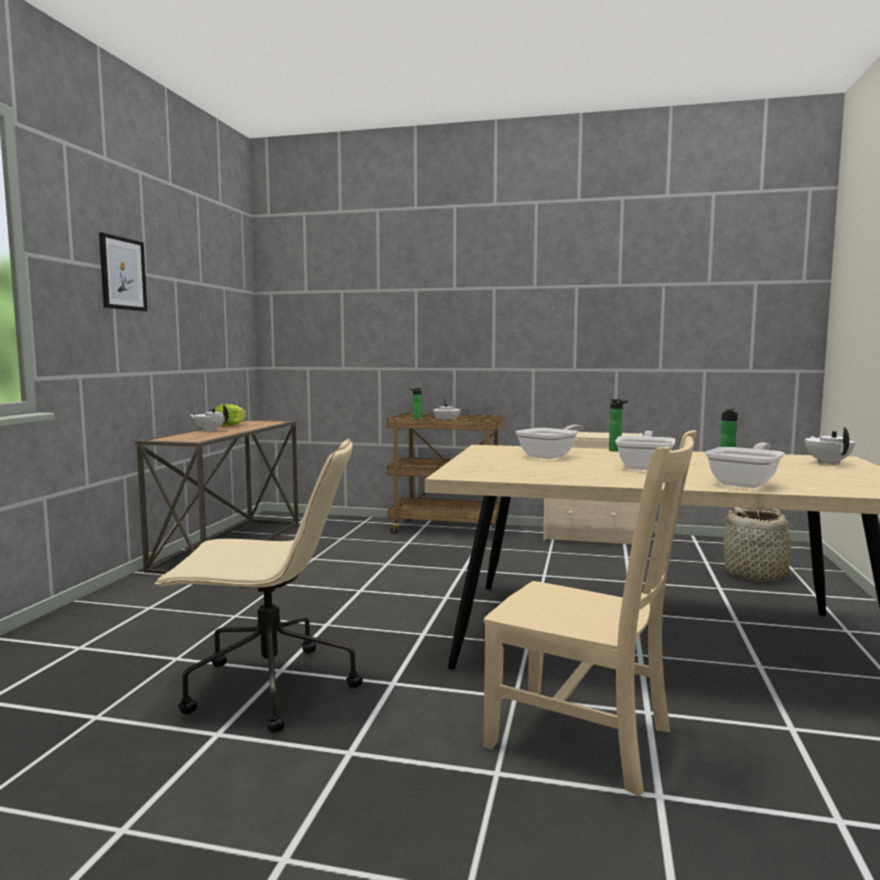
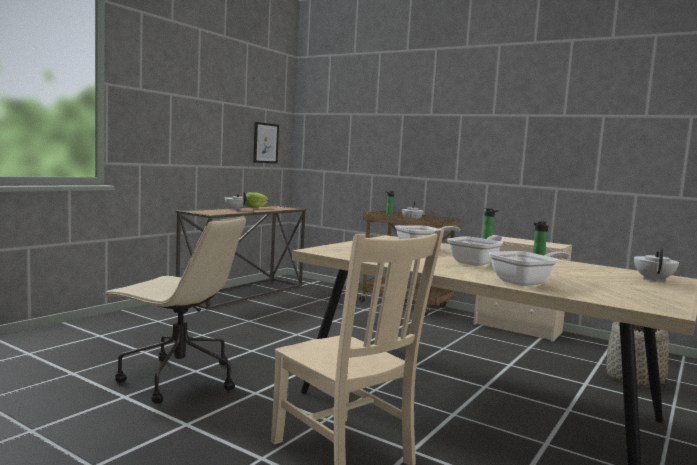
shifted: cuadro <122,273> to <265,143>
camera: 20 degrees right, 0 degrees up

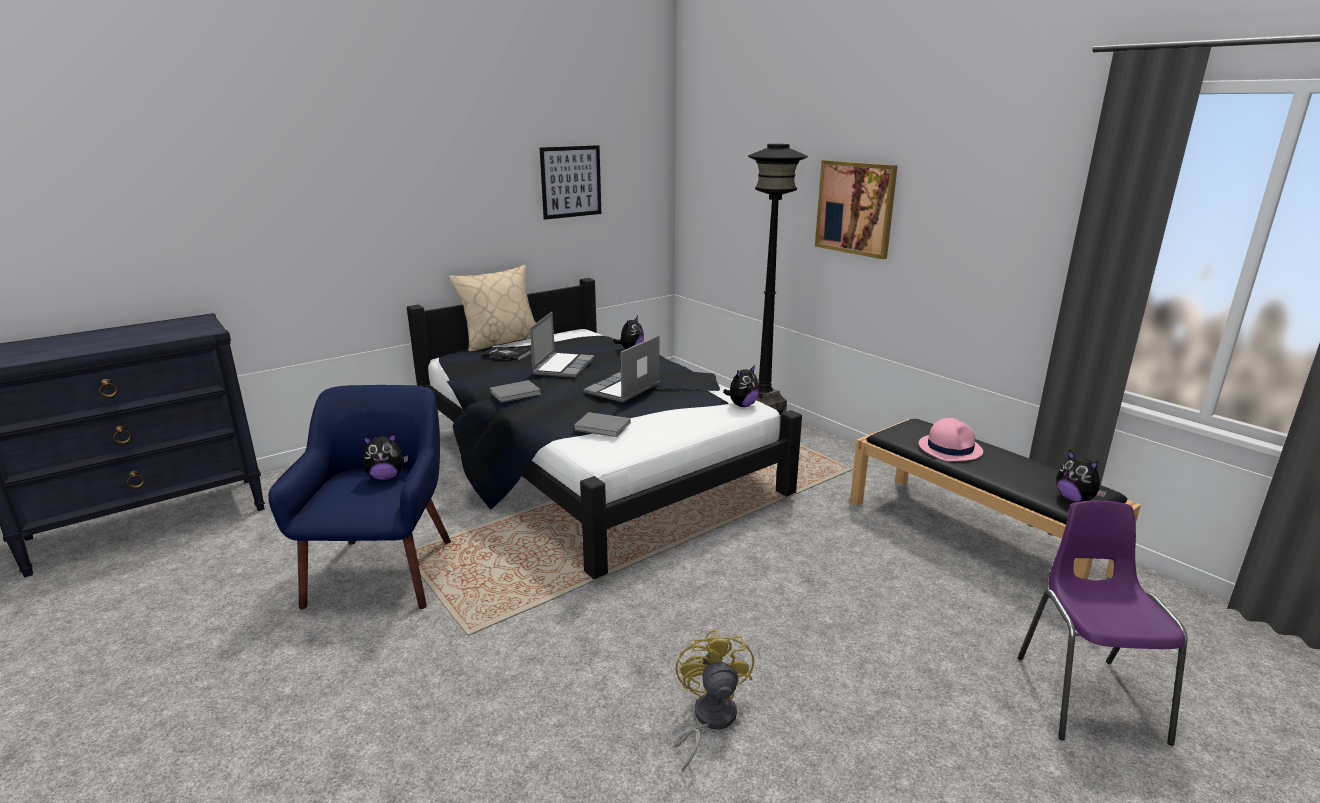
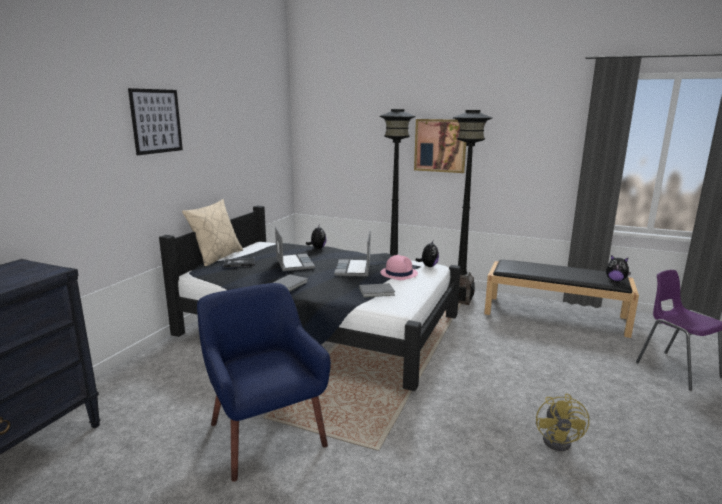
gone: peluche <386,477>
new: lámpara de pie (negro) <460,299>
shifted: cuadro <571,182> to <156,121>; sombrero (rosa) <950,448> to <399,273>
rotated: ventilador (amarillo) <708,720> = <561,440> 135 degrees counterclockwise
camera: 30 degrees left, 5 degrees down

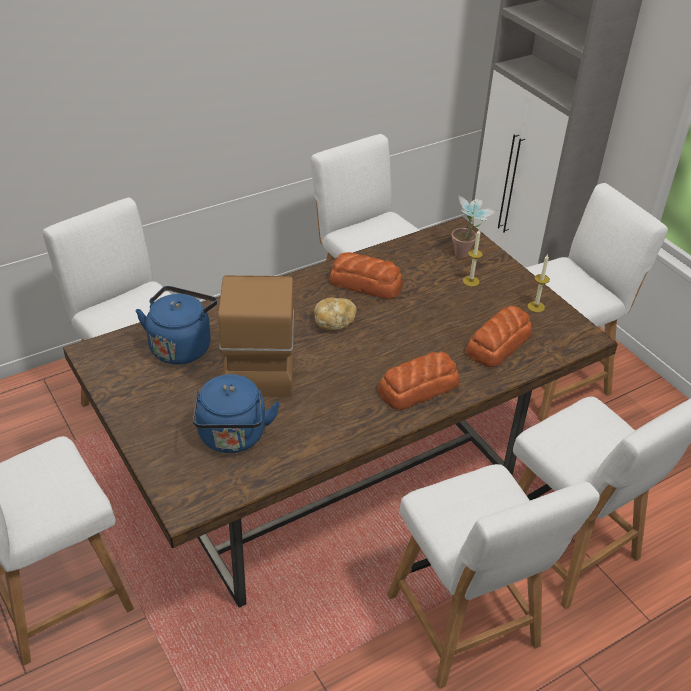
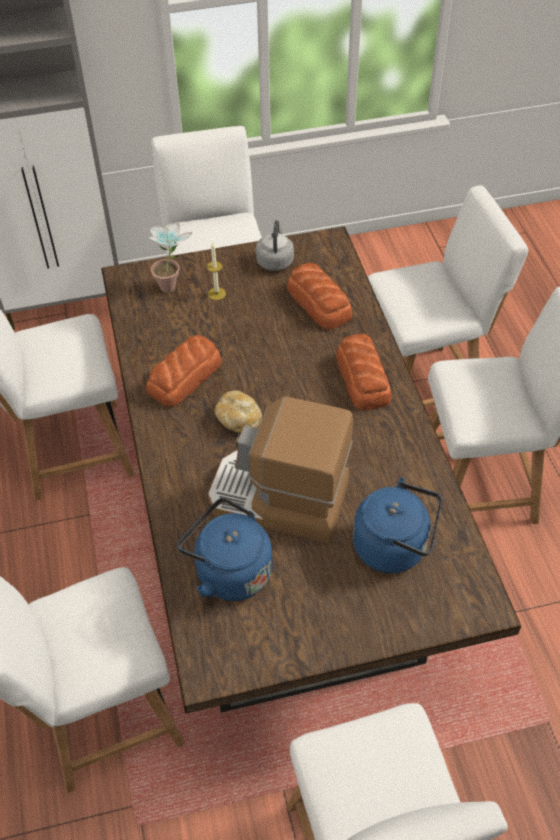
swapped: vela <536,306> to hervidor (gris) <275,260>
camera: 70 degrees left, 10 degrees up

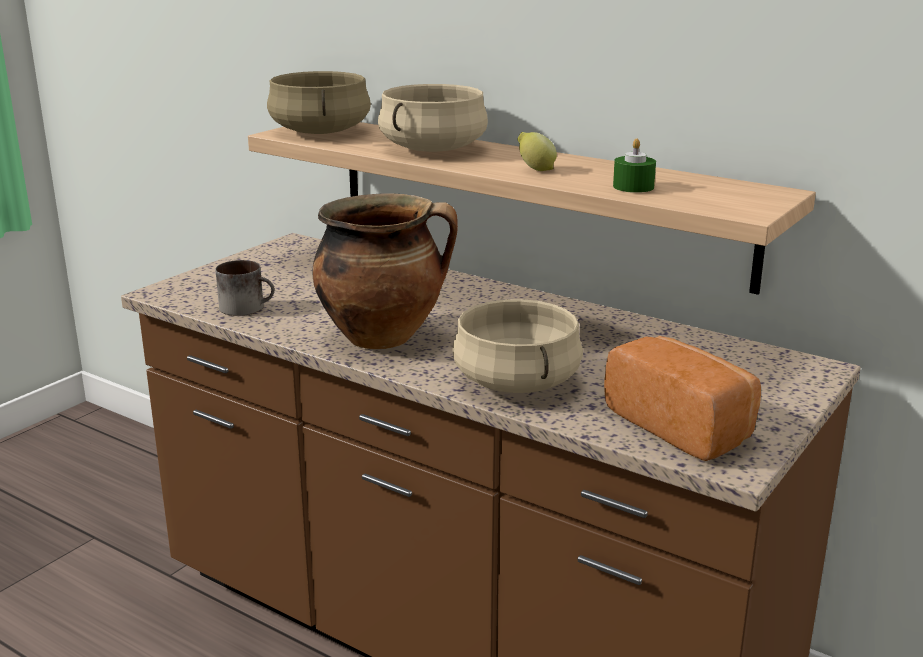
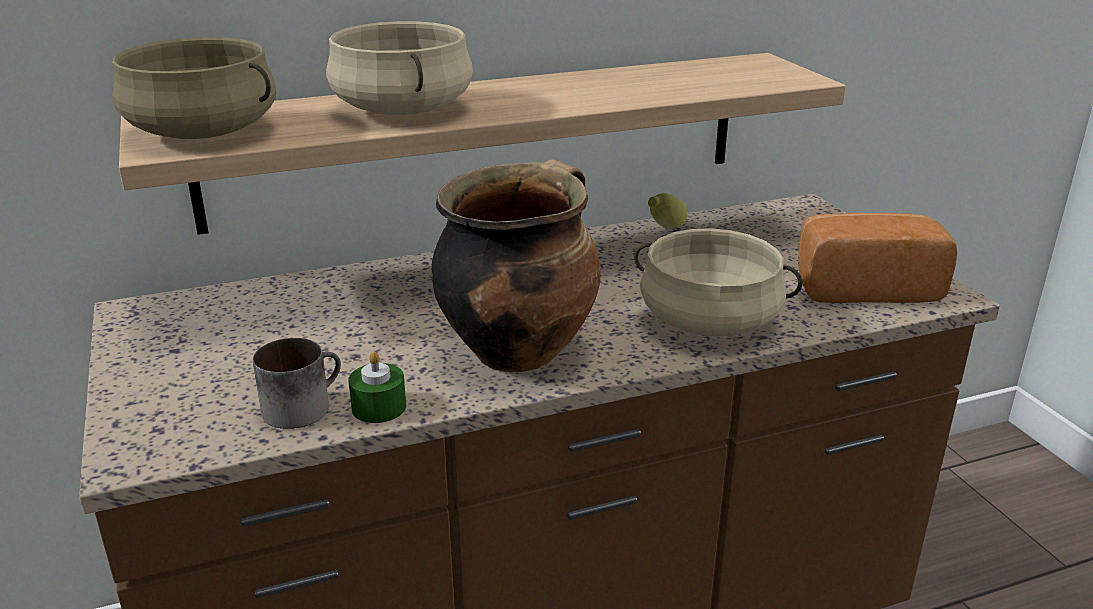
shifted: vela (verde) <633,187> to <379,407>; limón <535,169> to <665,228>
camera: 55 degrees left, 5 degrees up

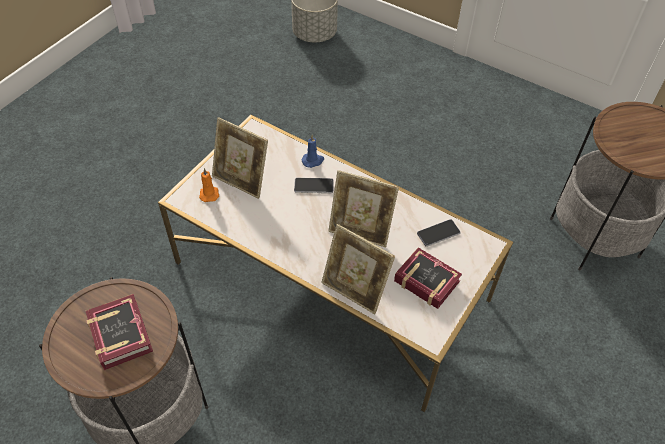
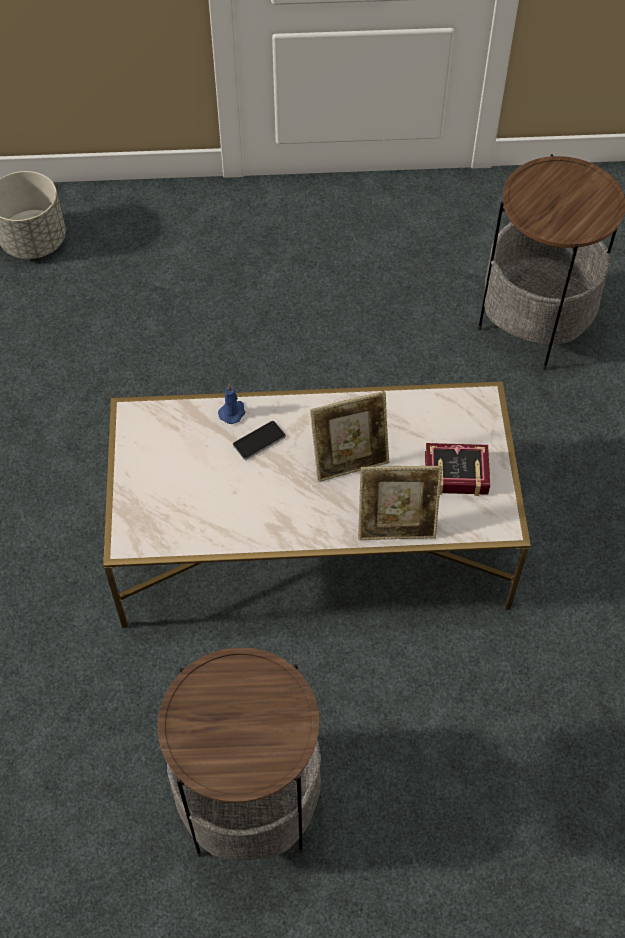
gone: libro <122,332>; vela (naranja) <209,193>; portarretratos <241,180>; móvil <438,233>
camera: 35 degrees left, 5 degrees up

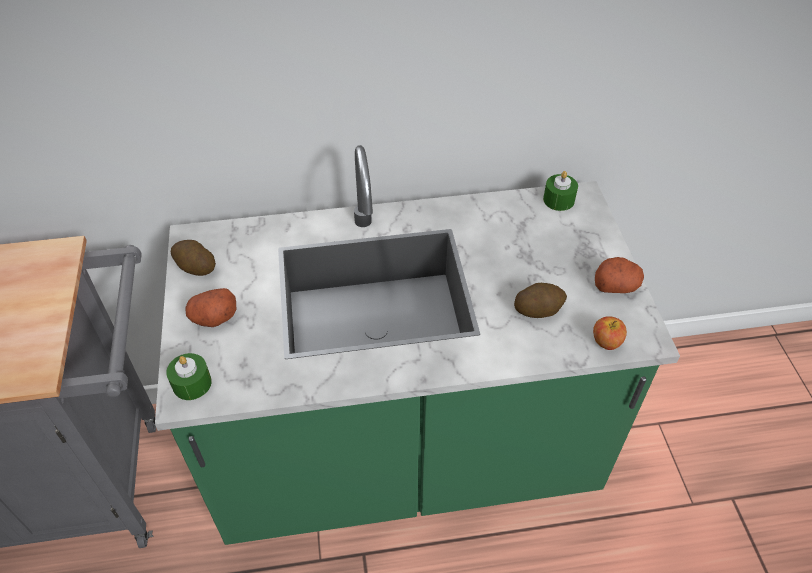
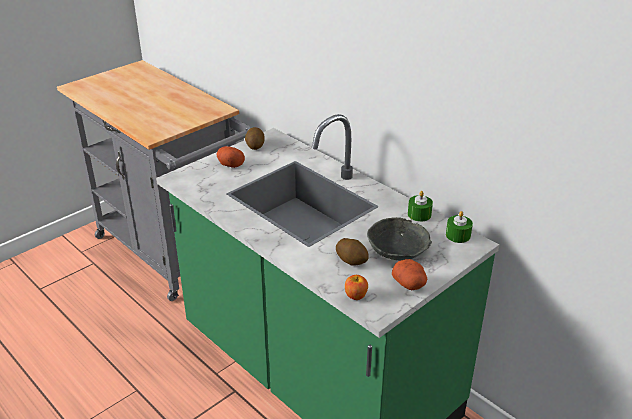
new: cuenco (gris) <398,247>
shifted: vela (verde) <192,383> to <419,214>
camera: 55 degrees right, 15 degrees down

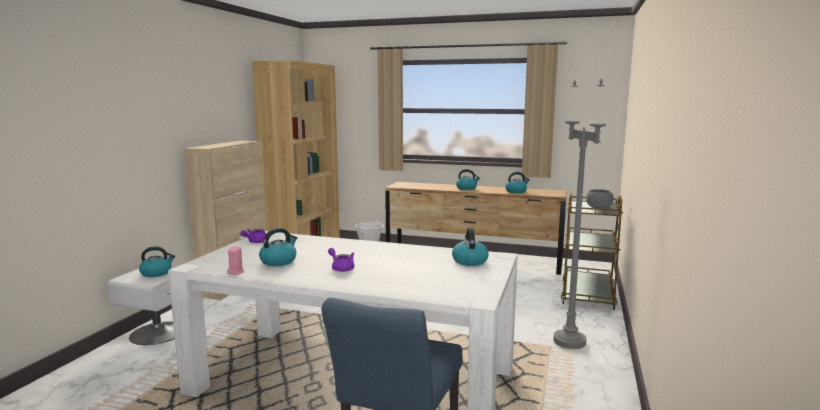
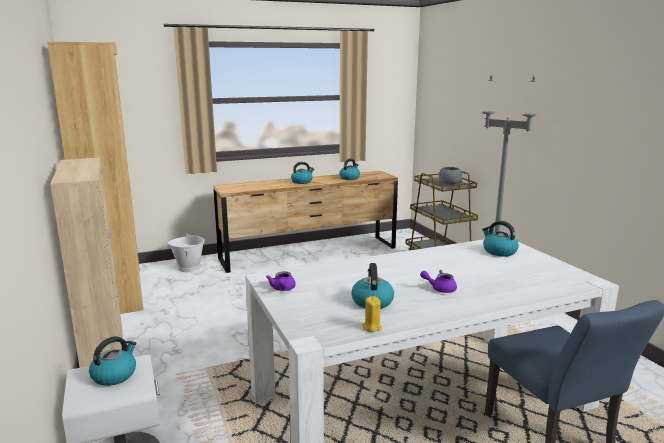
repainted: vela (rosa) <236,272> to vela (amarillo) <371,327>
camera: 40 degrees left, 5 degrees up

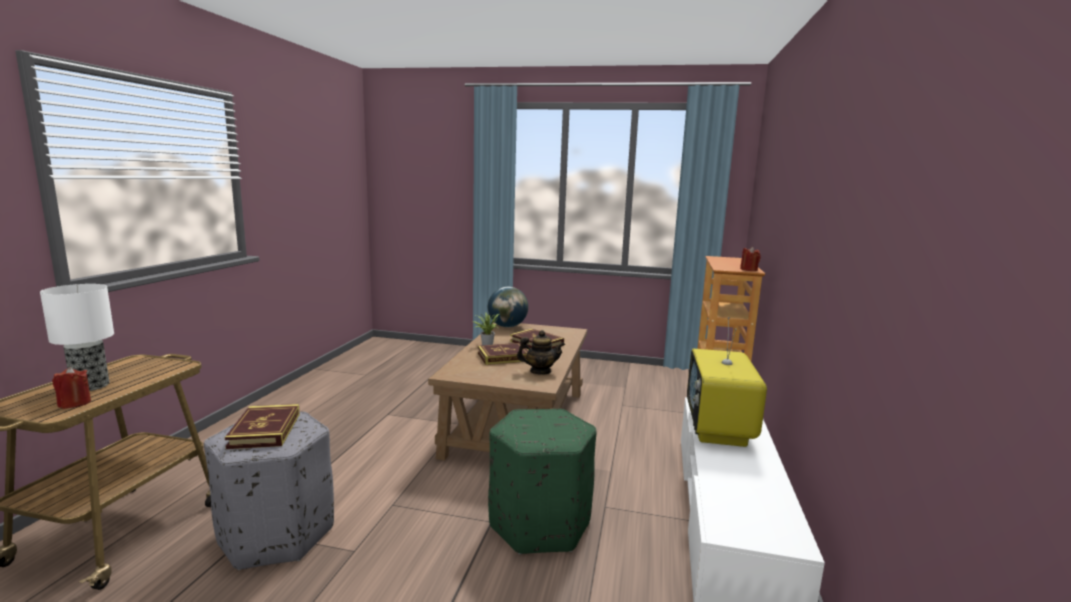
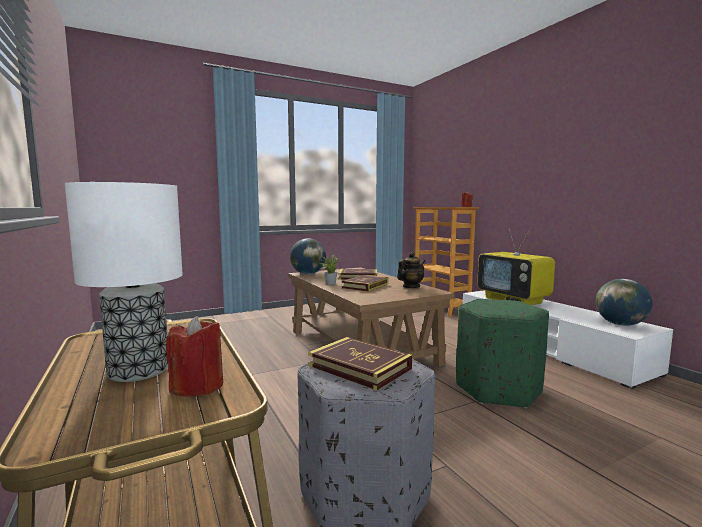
new: globo terráqueo <620,324>
camera: 40 degrees left, 5 degrees down

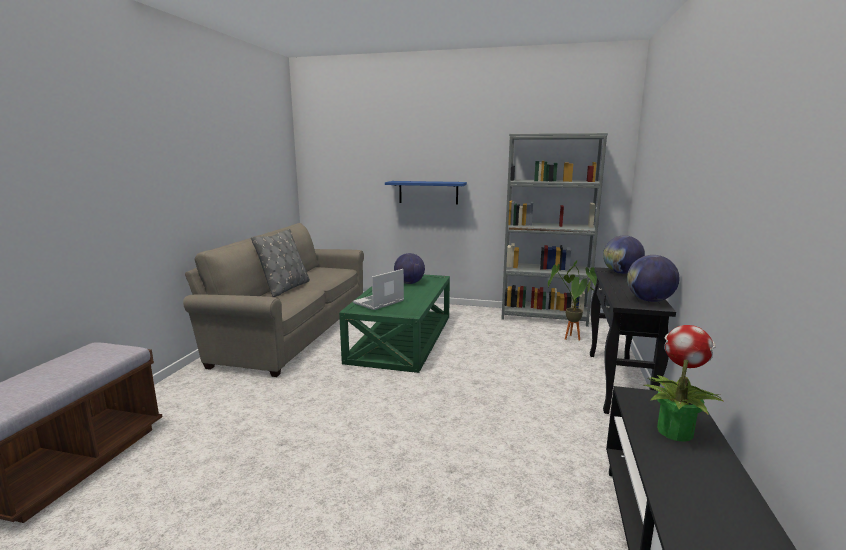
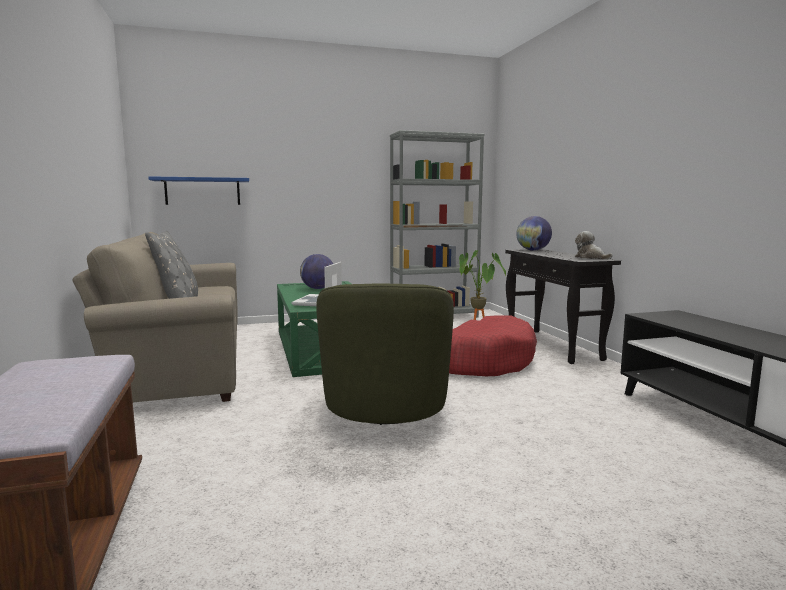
gone: planta en maceta <674,431>
new: sillón (verde) <385,409>; cama para perro (rojo) <482,361>
shifted: estante (azul) <428,192> to <202,191>
swapped: globo terráqueo <649,300> to peluche <591,258>
camera: 30 degrees left, 5 degrees down

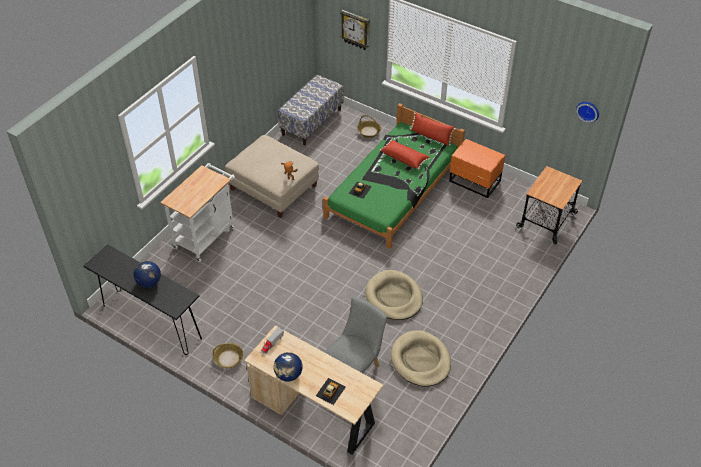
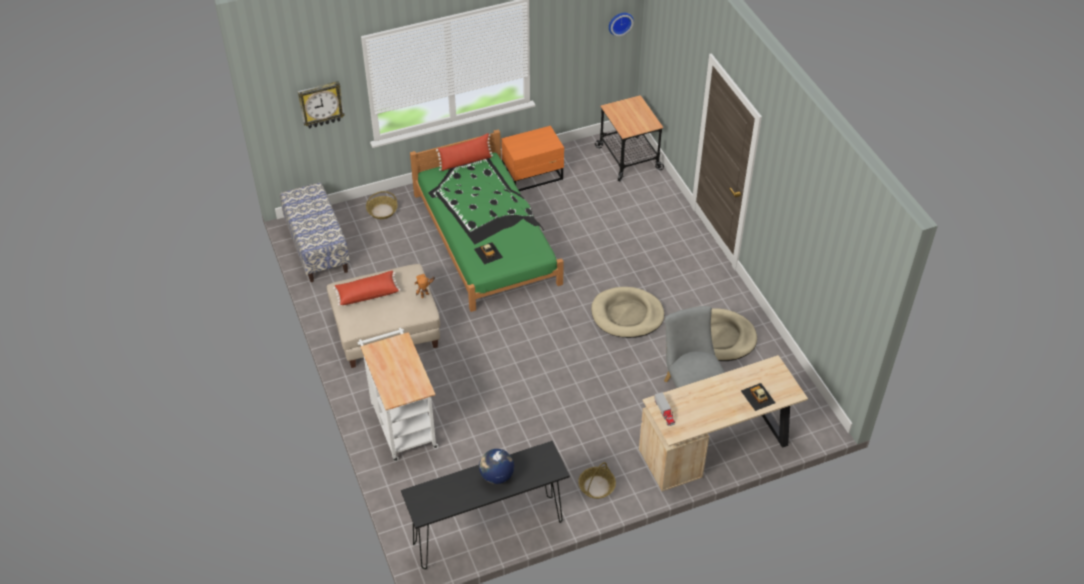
gone: globo terráqueo <288,375>
shifted: cojín (rojo) <404,158> to <367,293>
camera: 55 degrees left, 0 degrees up

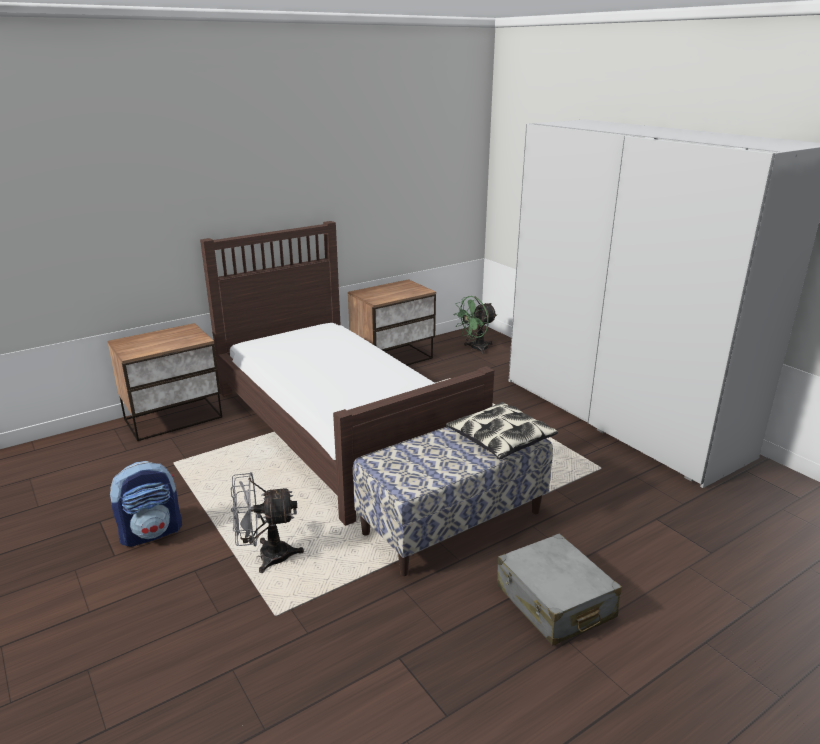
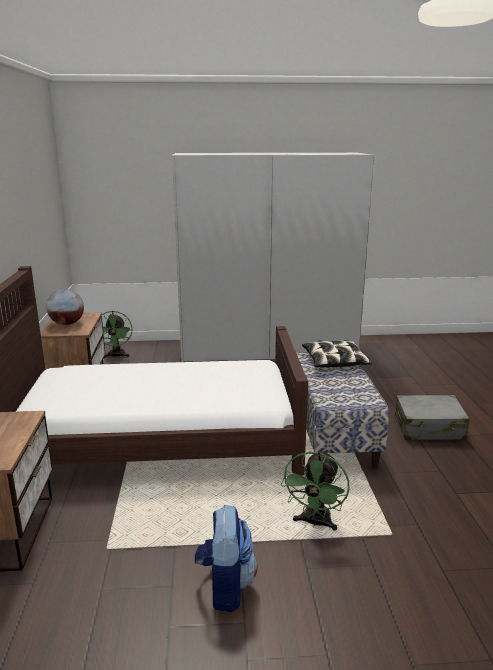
new: globo terráqueo <67,324>
repainted: ventilador (gris) <266,557> to ventilador (verde) <315,523>
camera: 60 degrees left, 5 degrees down

